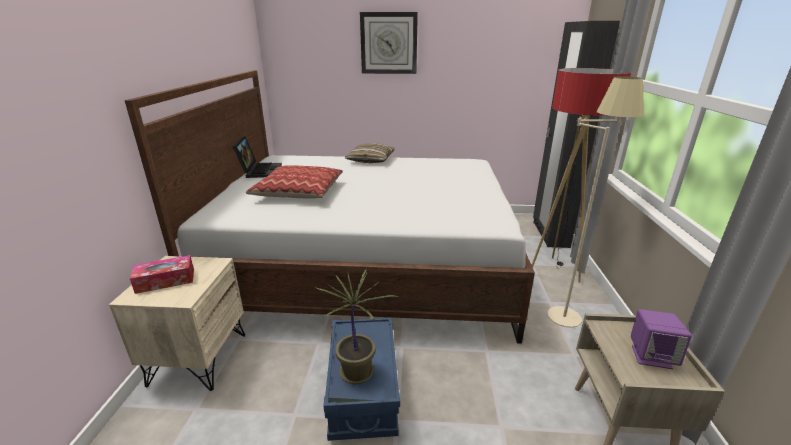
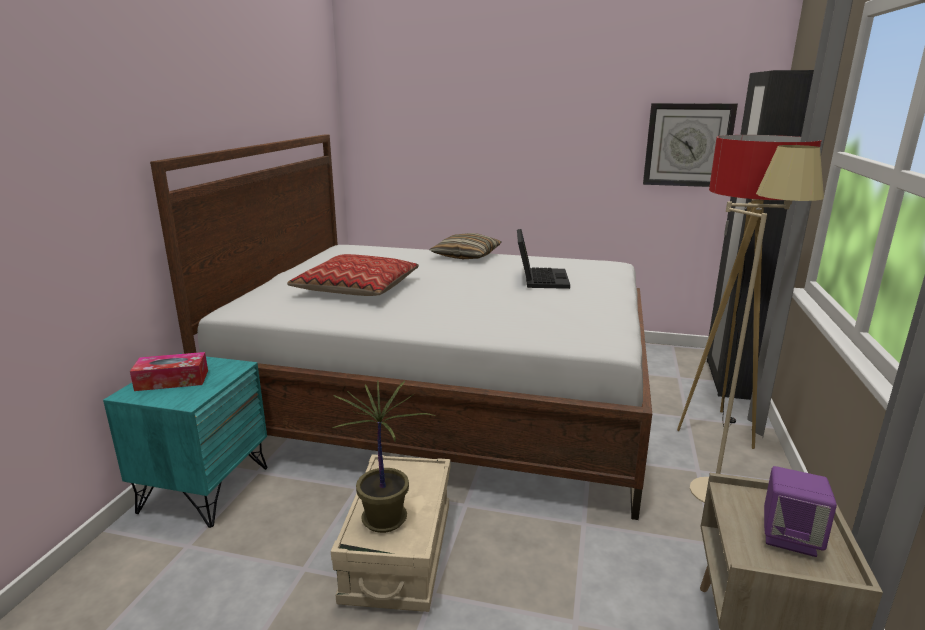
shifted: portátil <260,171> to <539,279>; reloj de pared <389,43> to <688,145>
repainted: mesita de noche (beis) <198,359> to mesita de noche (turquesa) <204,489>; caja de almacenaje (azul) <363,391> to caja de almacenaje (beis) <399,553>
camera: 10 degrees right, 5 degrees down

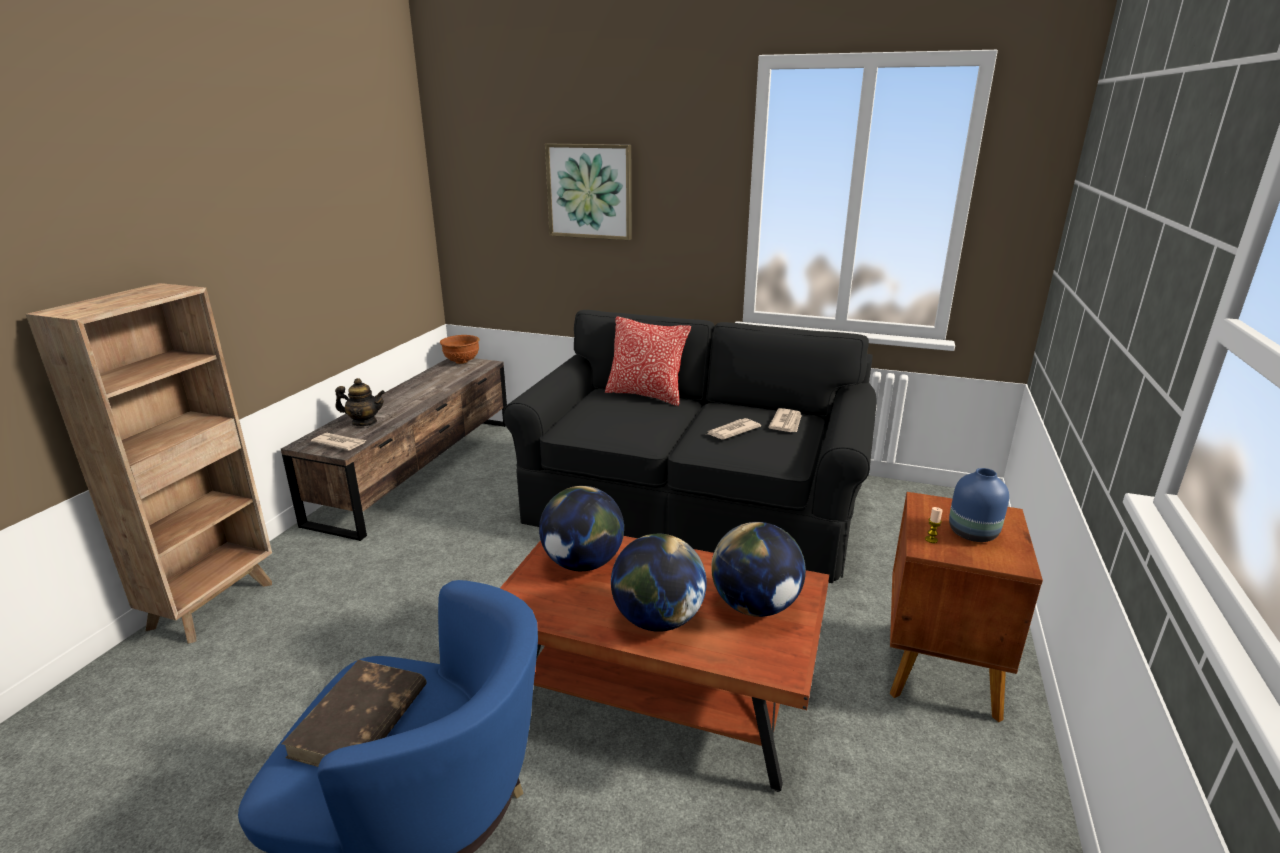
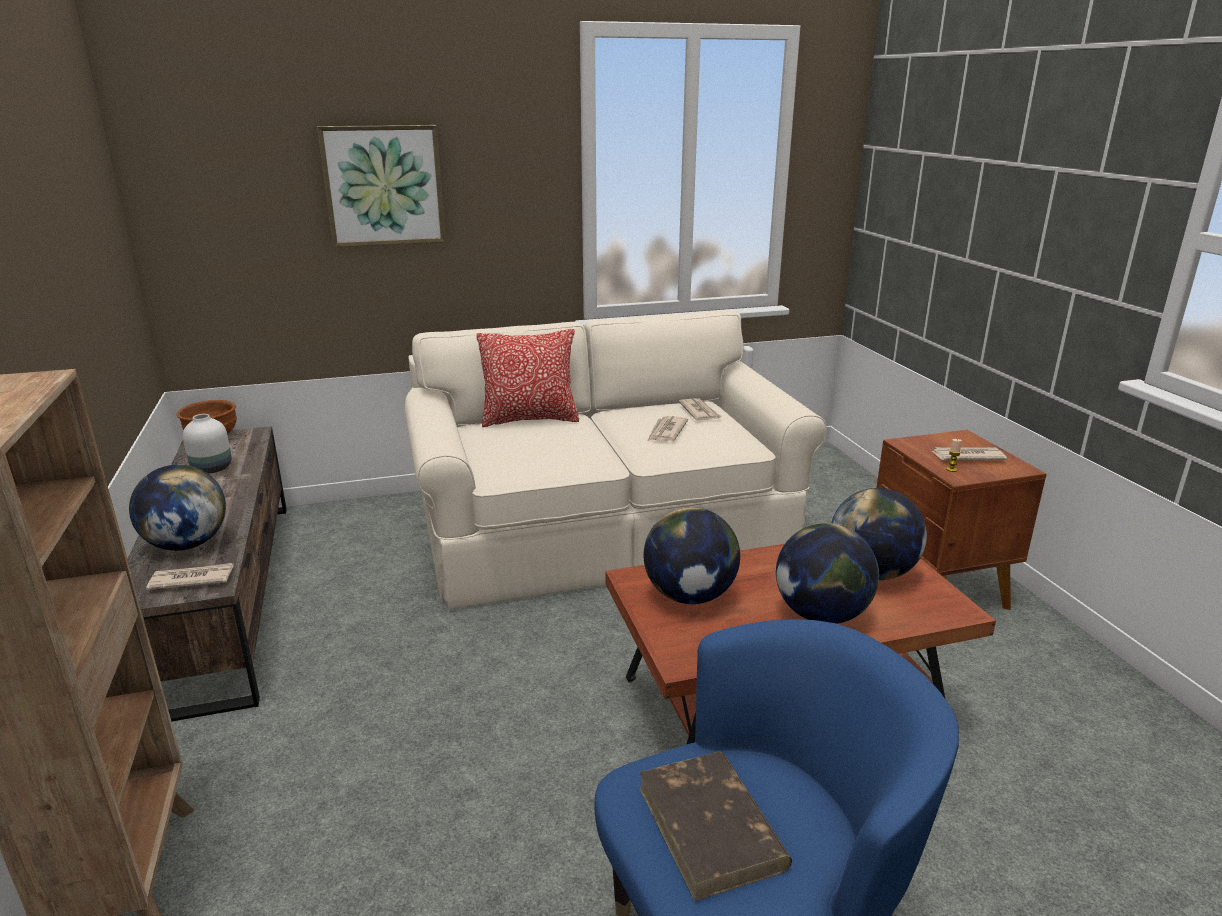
new: florero (blanco) <211,469>
swapped: tetera <364,422> to globo terráqueo <187,544>; florero (azul) <971,533> to periódico <966,456>
repainted: sofá (negro) <694,506> to sofá (beis) <606,530>
camera: 35 degrees left, 0 degrees up

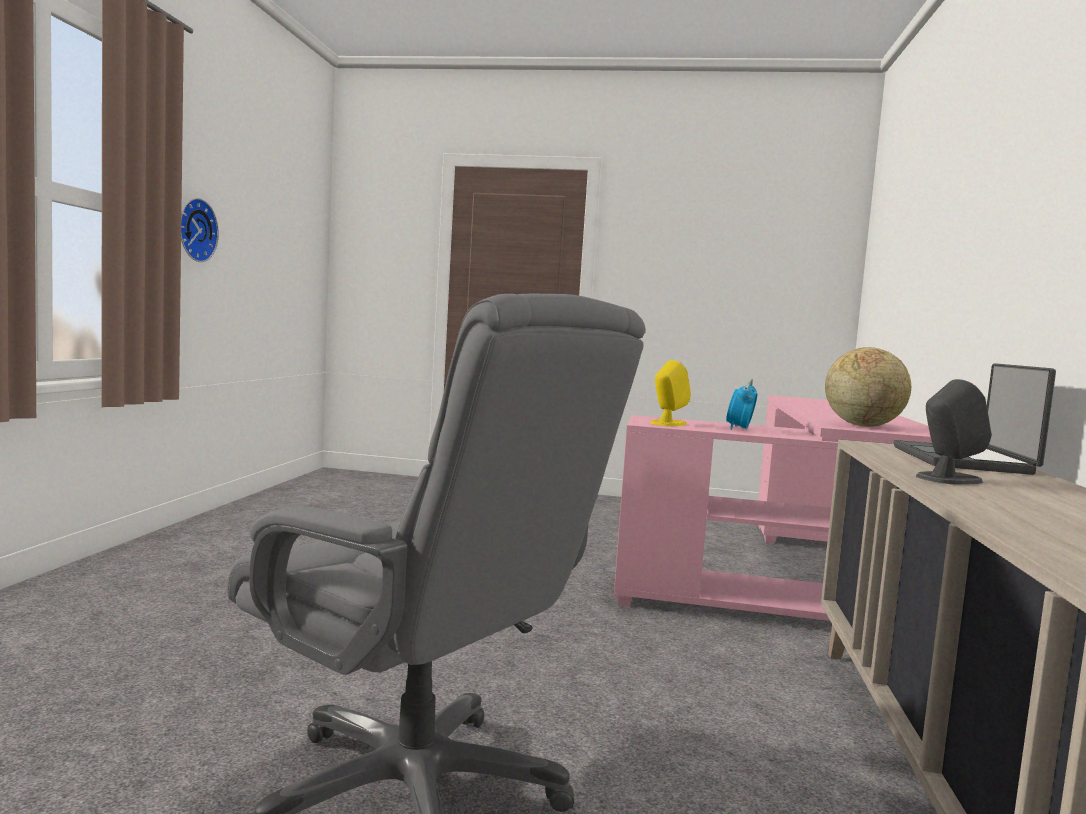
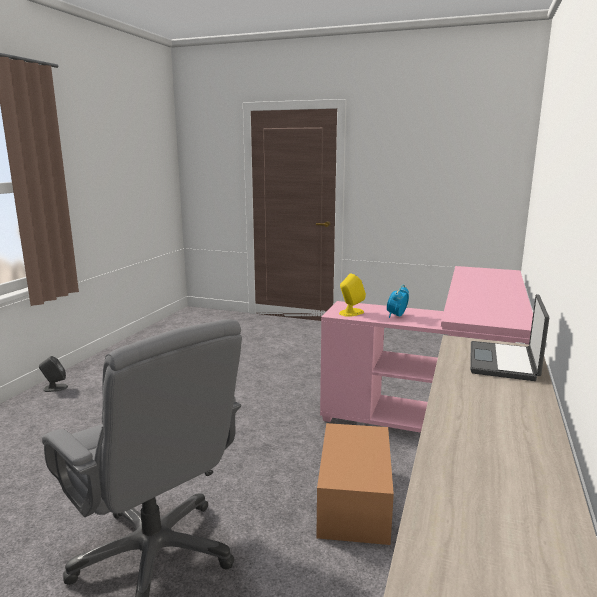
gone: reloj de pared <194,230>; globo terráqueo <862,426>
new: caja de cartón <354,501>
shifted: altavoz (gris) <948,479> to <55,388>
camera: 10 degrees right, 10 degrees up

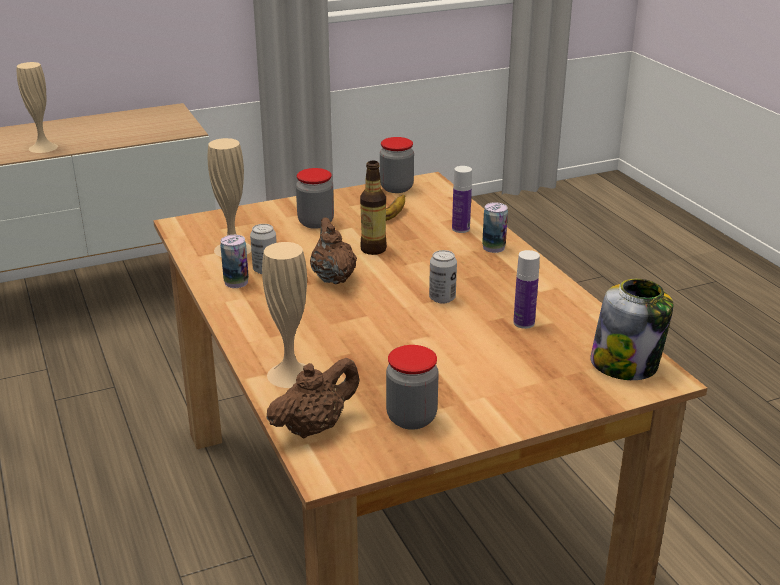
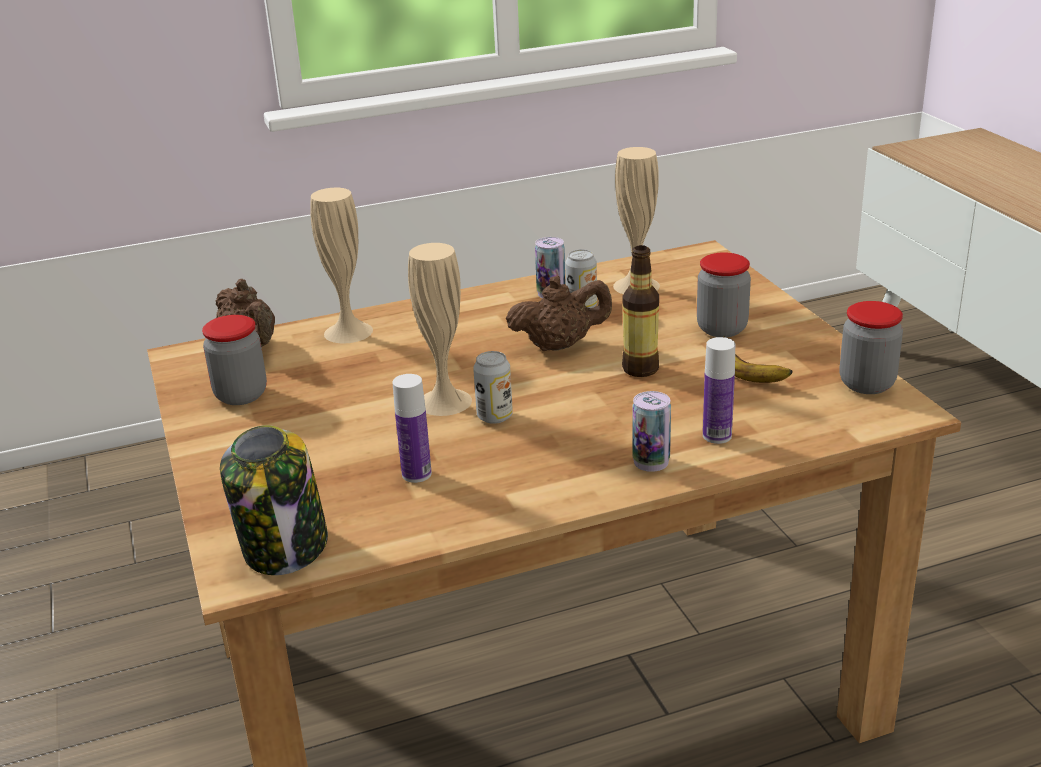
shifted: florero (beis) <43,147> to <444,401>
camera: 95 degrees right, 0 degrees up

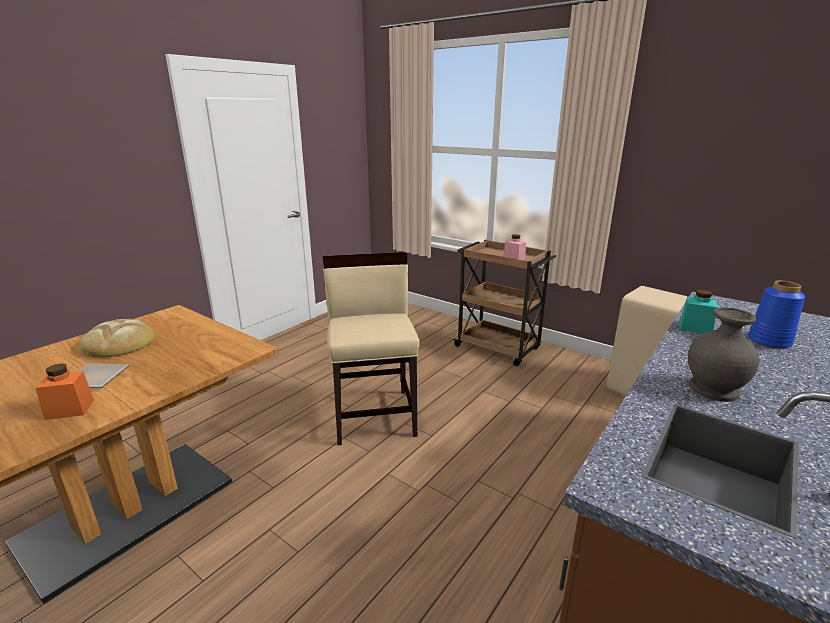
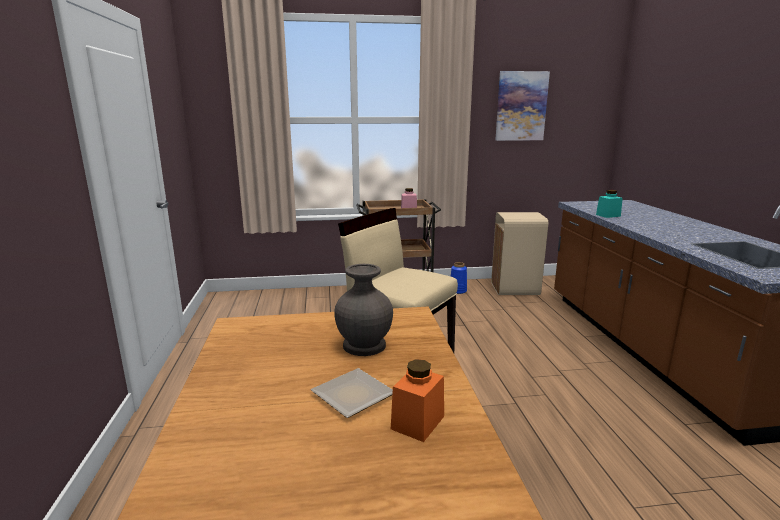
gone: pan <119,343>
new: cuadro <521,106>
shifted: florero (gris) <712,389> to <363,345>; florero (azul) <770,341> to <458,291>
camera: 45 degrees left, 5 degrees down

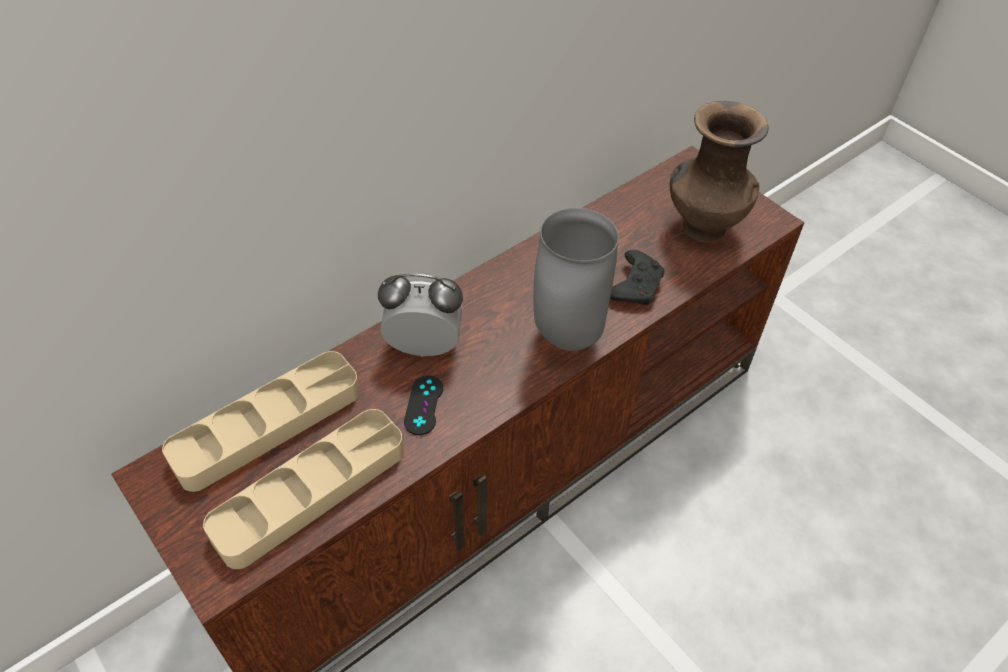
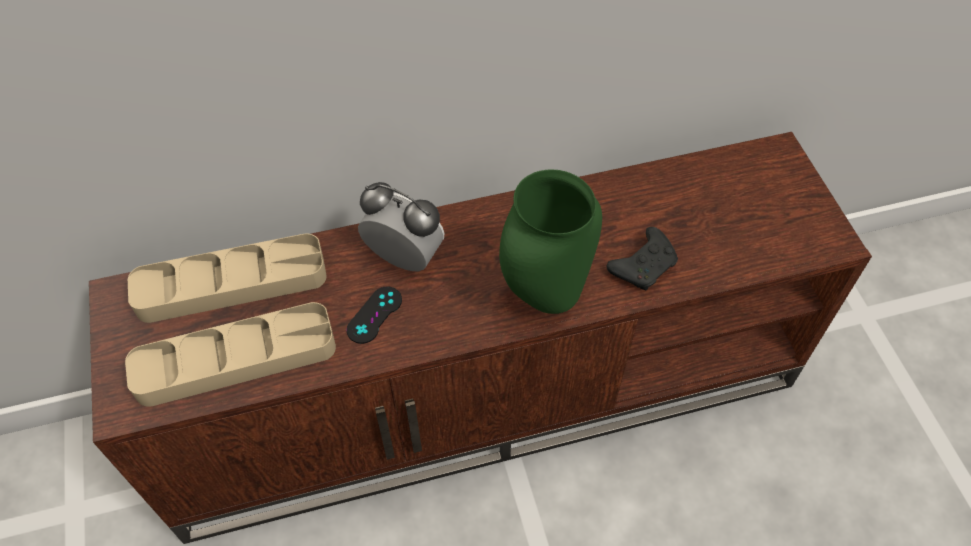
gone: florero (marrón) <701,227>
repainted: florero (gris) <569,339> to florero (verde) <546,298>
camera: 25 degrees right, 5 degrees up

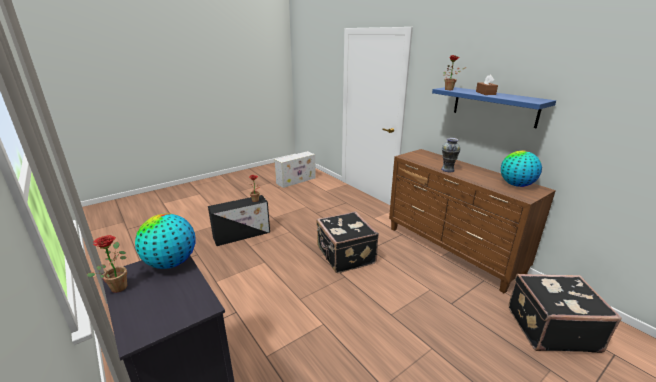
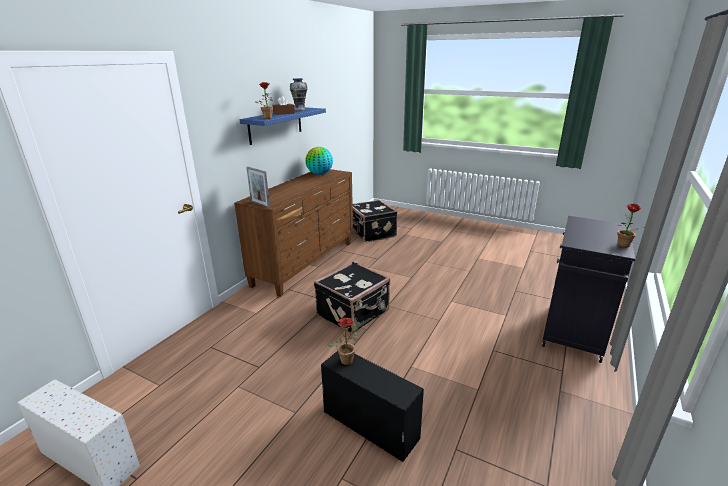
gone: globo terráqueo <171,263>
new: portarretratos <260,204>
shifted: florero <448,170> to <300,110>
camera: 115 degrees left, 0 degrees up

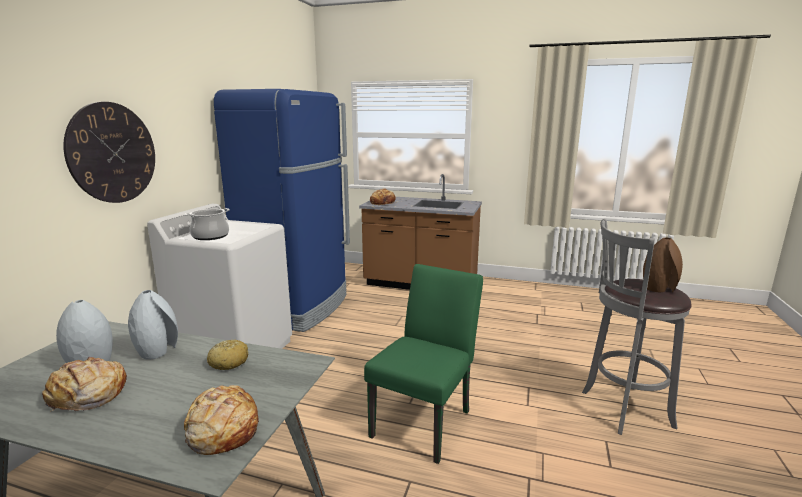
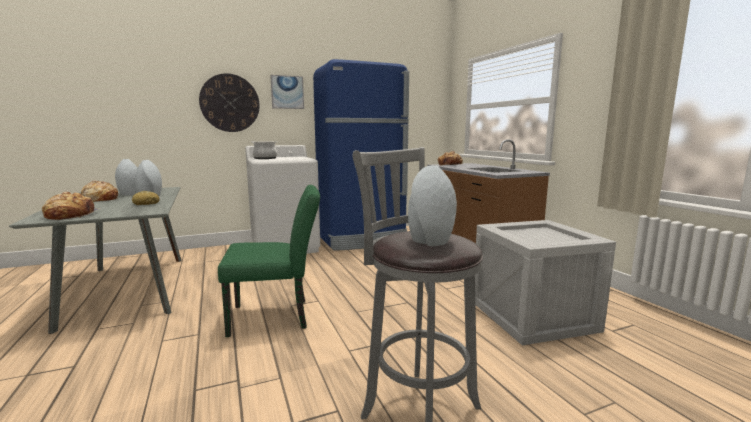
new: cuadro <287,92>; caja de embalaje <533,316>
repainted: florero (marrón) <659,289> to florero (gris) <430,242>
camera: 50 degrees right, 5 degrees down

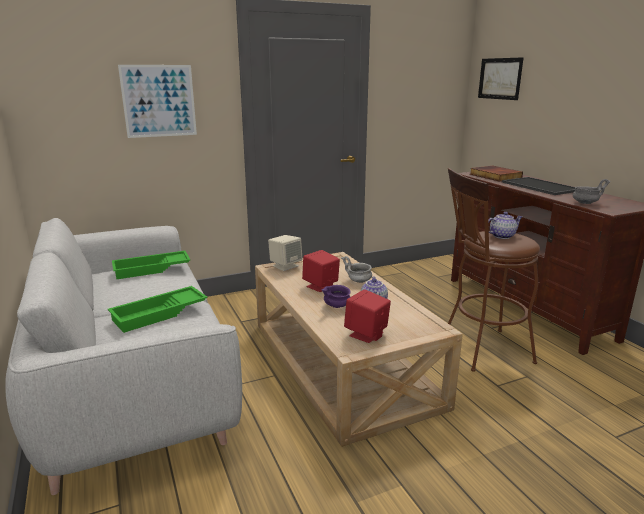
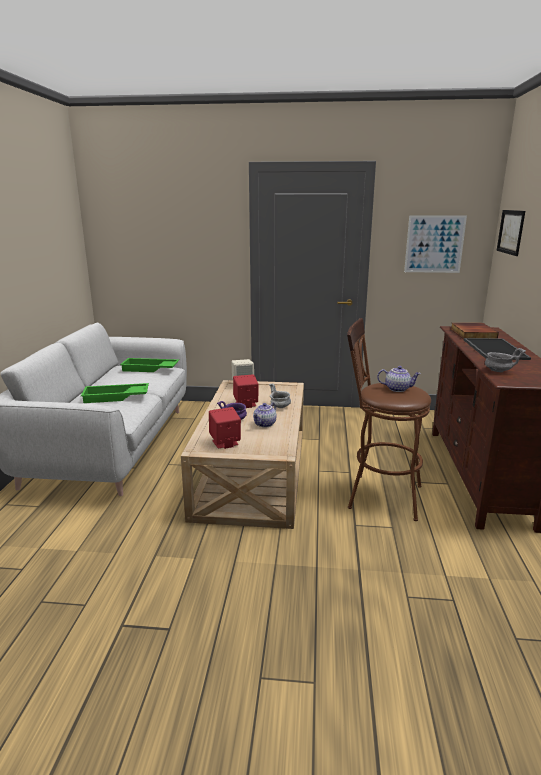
shifted: cuadro <159,101> to <434,244>
camera: 30 degrees right, 0 degrees up

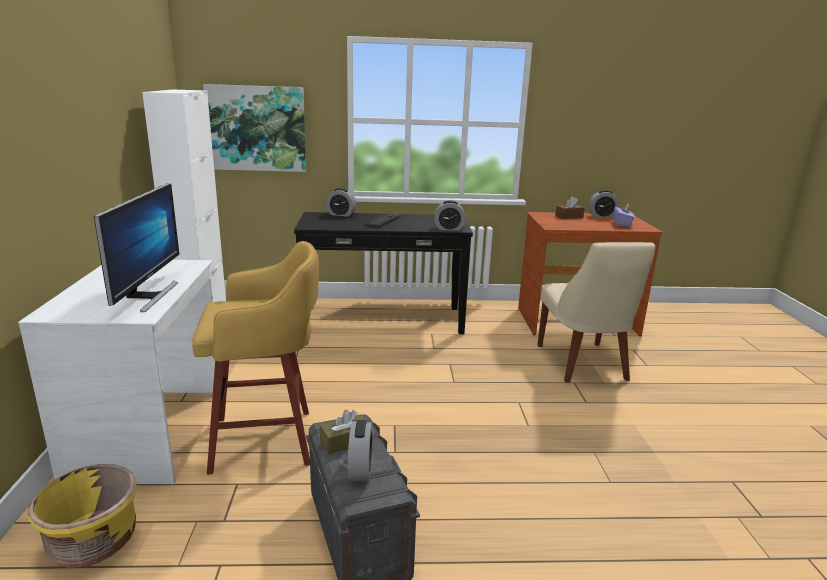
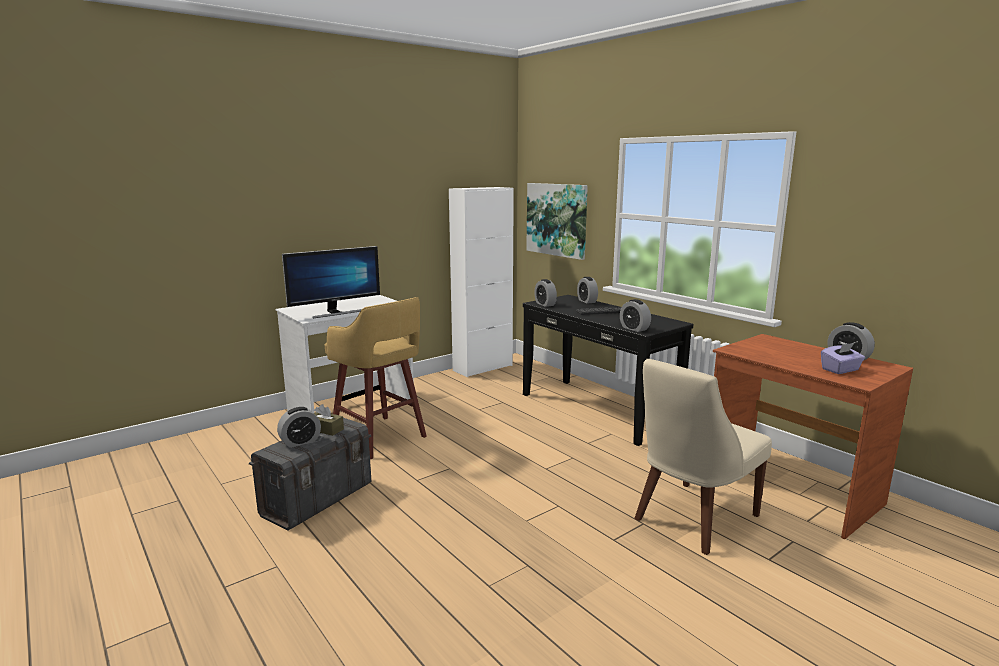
gone: maceta (amarillo) <93,543>; caja de pañuelos (marrón) <569,217>
new: despertador <545,304>
camera: 55 degrees right, 5 degrees down

